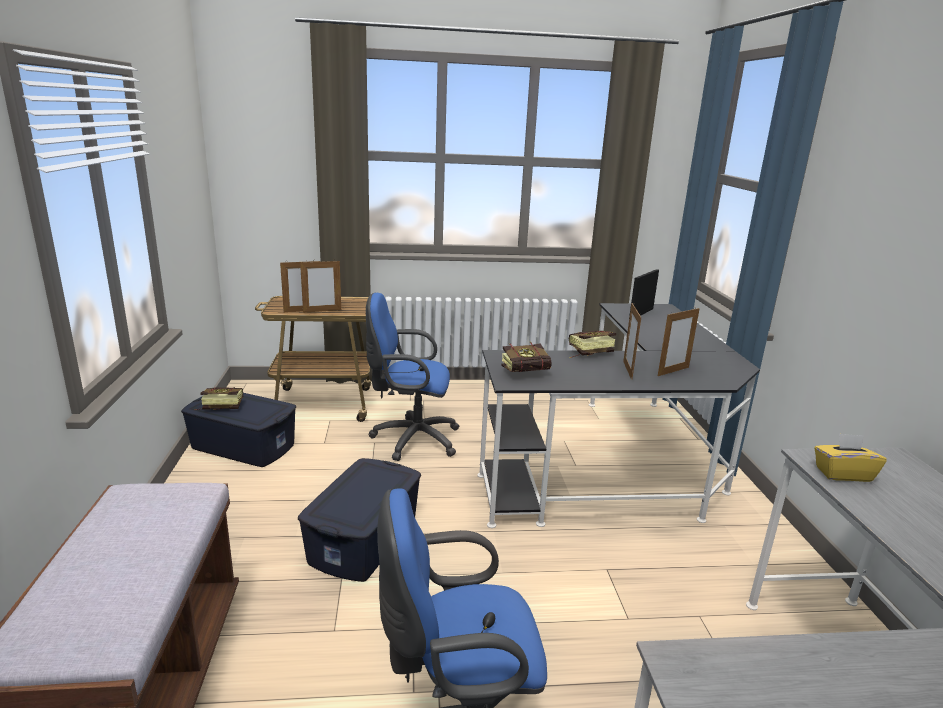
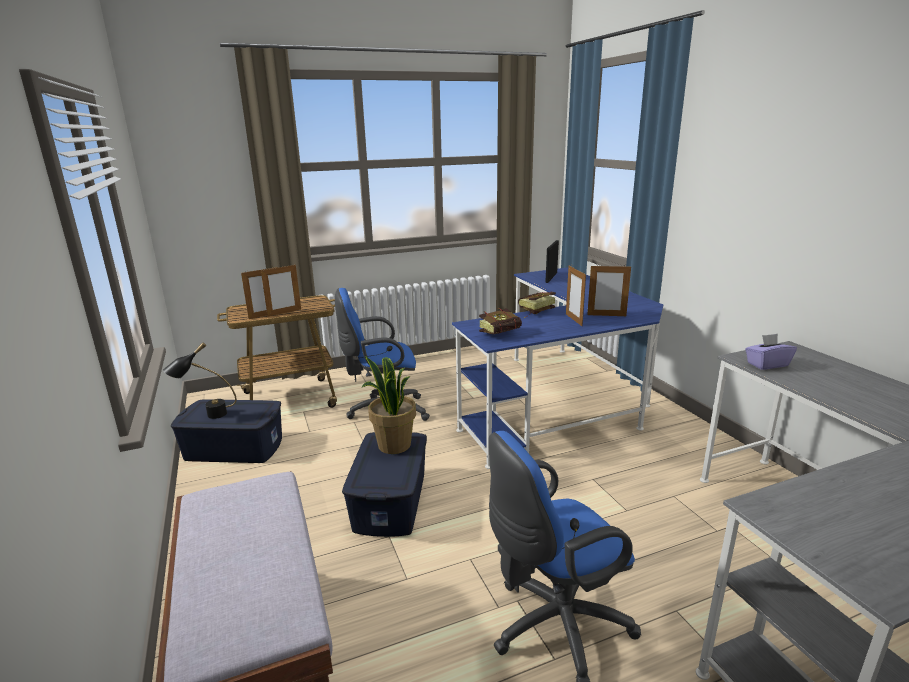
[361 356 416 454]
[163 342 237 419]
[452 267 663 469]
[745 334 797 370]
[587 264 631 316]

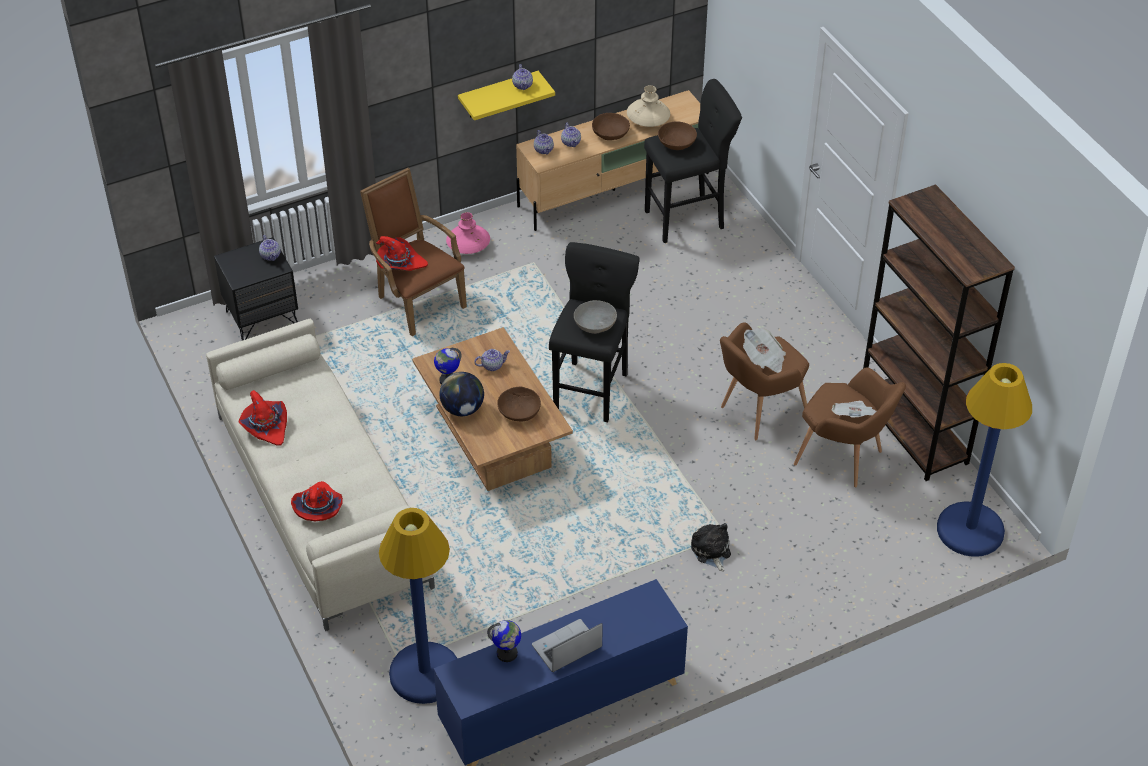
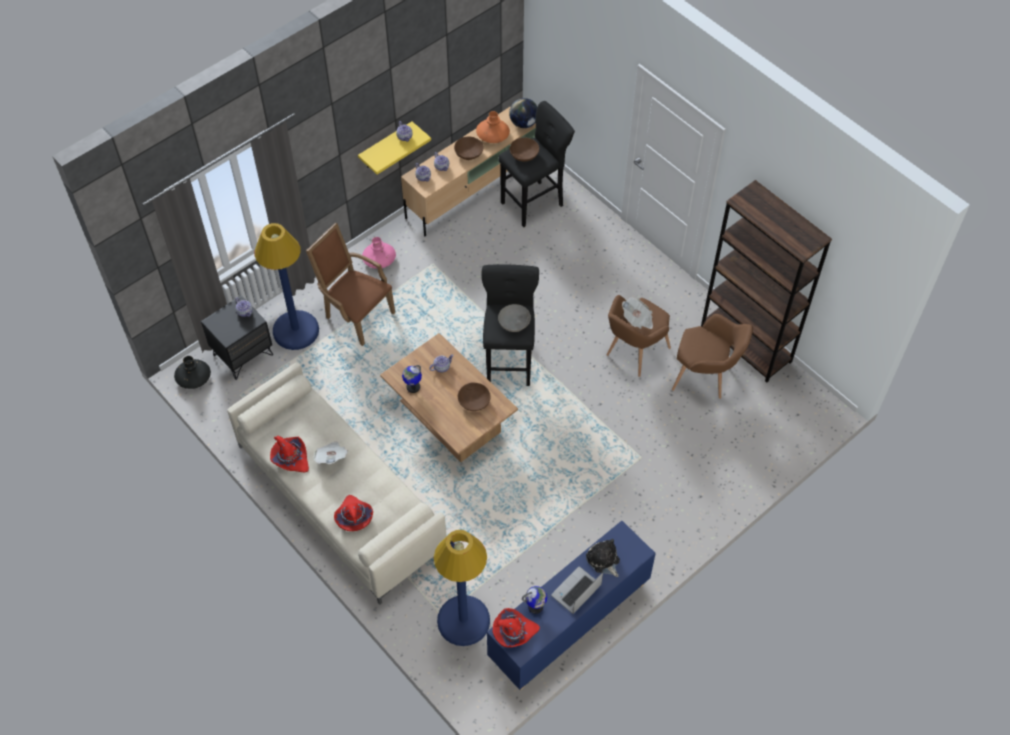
[174 356 211 389]
[493 608 540 647]
[509 98 537 128]
[586 539 620 577]
[313 441 348 465]
[255 223 319 350]
[476 111 510 143]

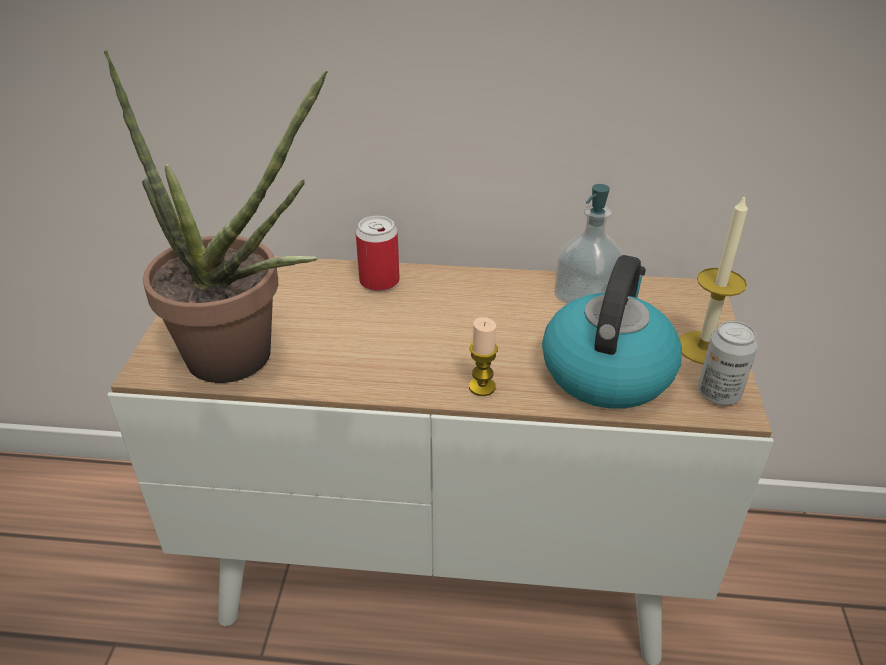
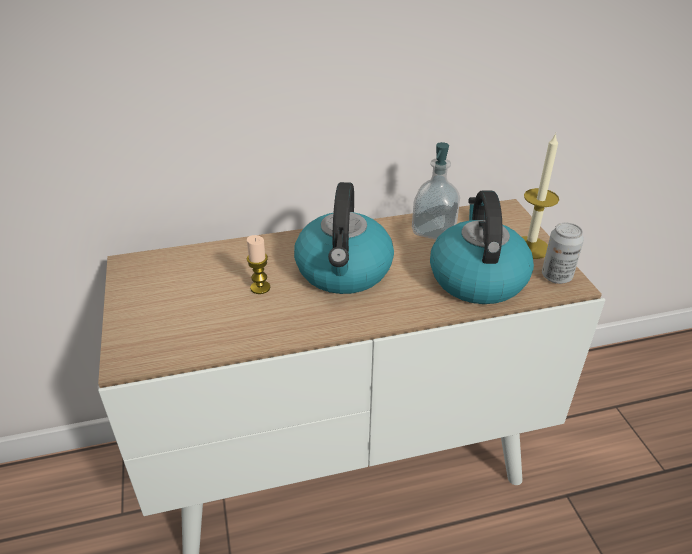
[104 49 328 383] (first image)
[356 216 400 291] (first image)
[294 182 394 294]
[247 235 270 294]

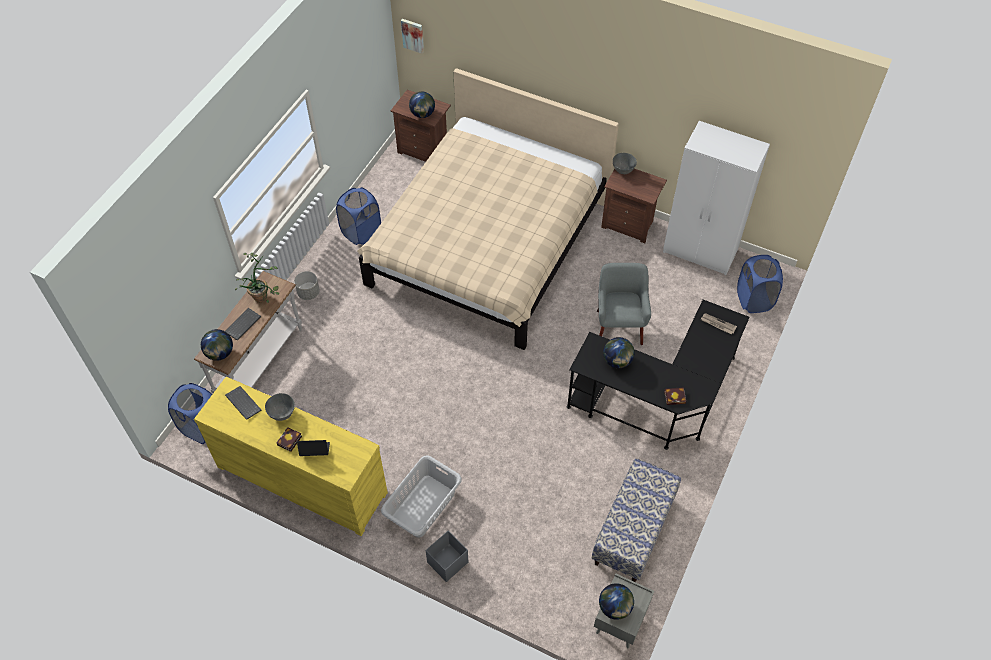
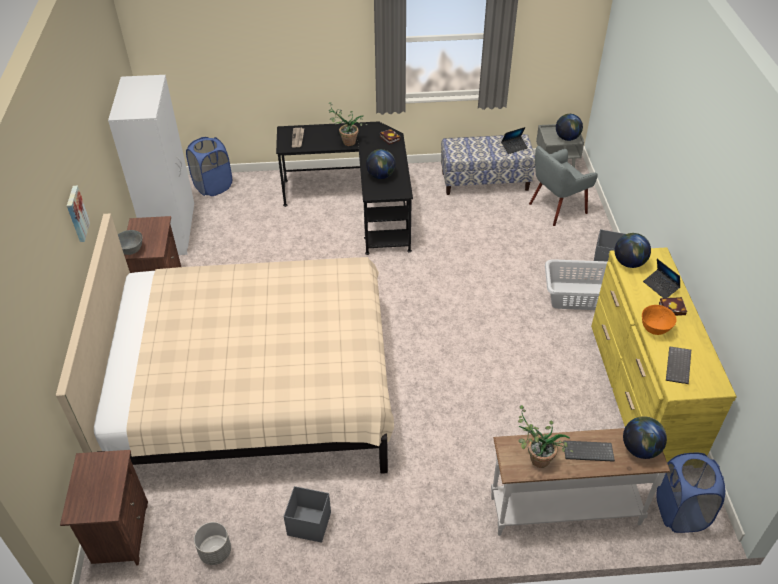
[329 102 367 146]
[501 127 528 154]
[194 522 231 565]
[67 186 90 242]
[615 233 651 268]
[529 146 598 226]
[284 486 331 543]
[642 305 677 335]

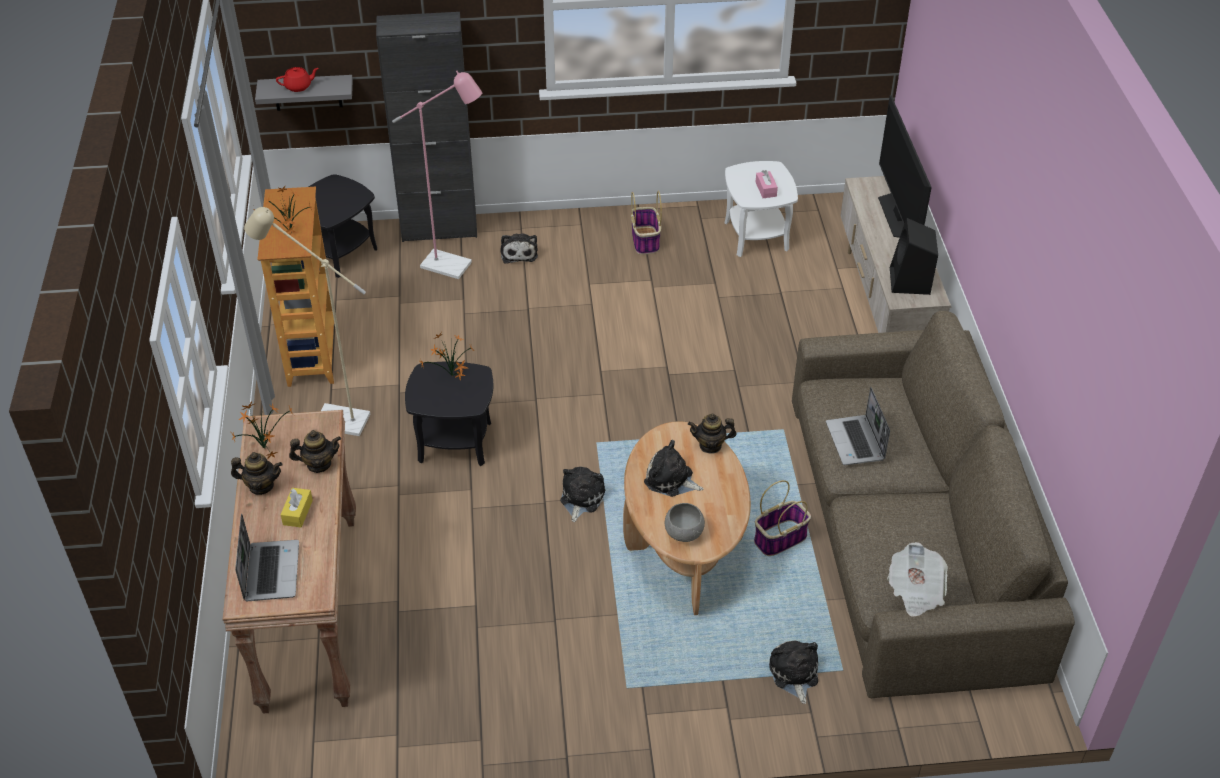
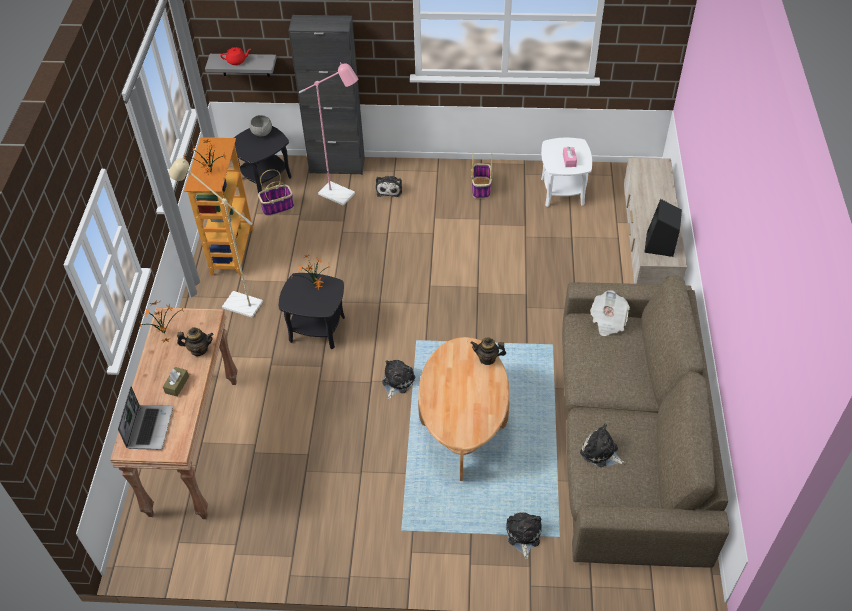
[231 452 283 495] (first image)
[826 387 890 465] (first image)
[878 95 932 238] (first image)
[580 424 625 467]
[250 115 272 137]
[258 169 294 216]
[590 290 630 336]
[163 367 189 397]

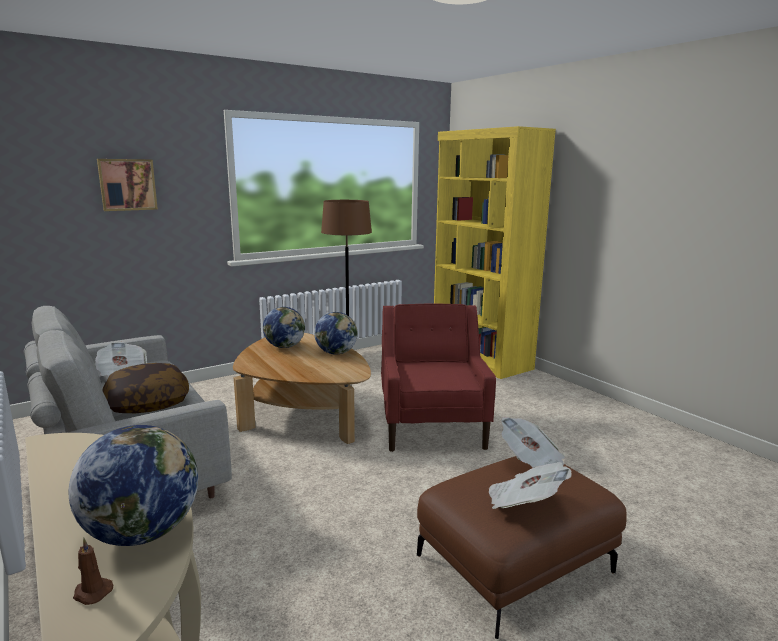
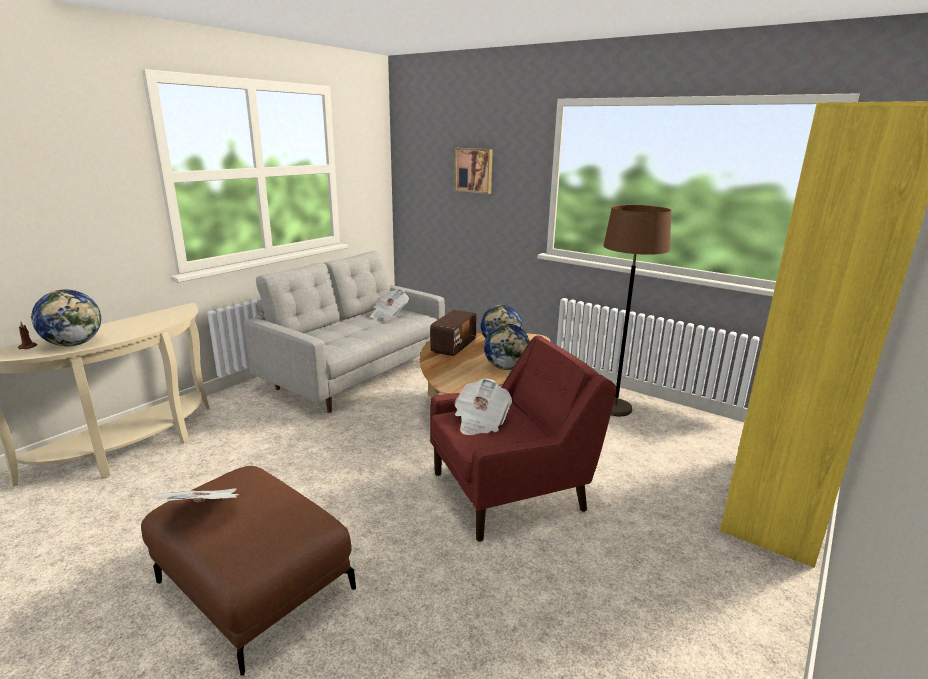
[102 363 189 413] (first image)
[430 310 477 356]
[455 378 512 435]

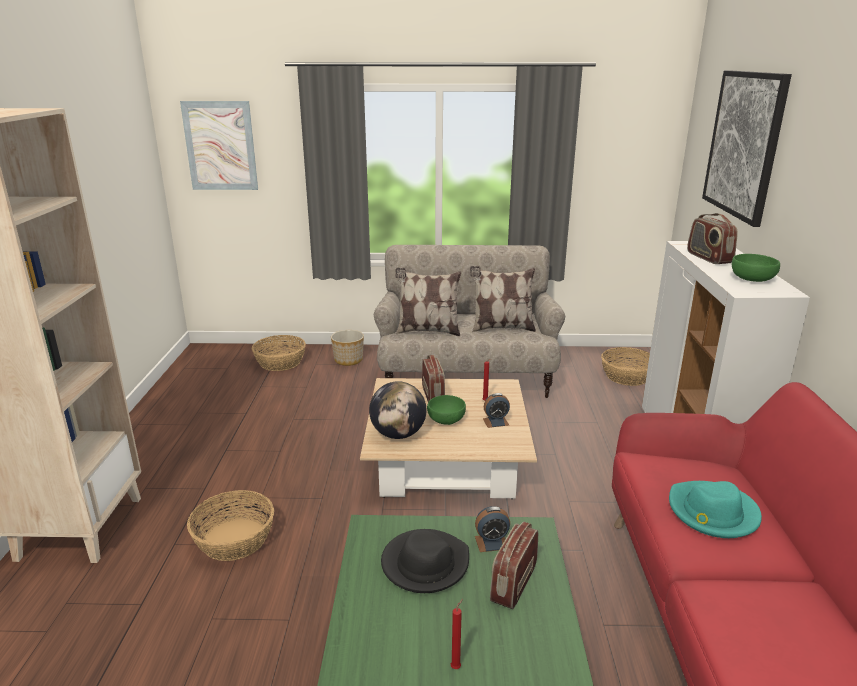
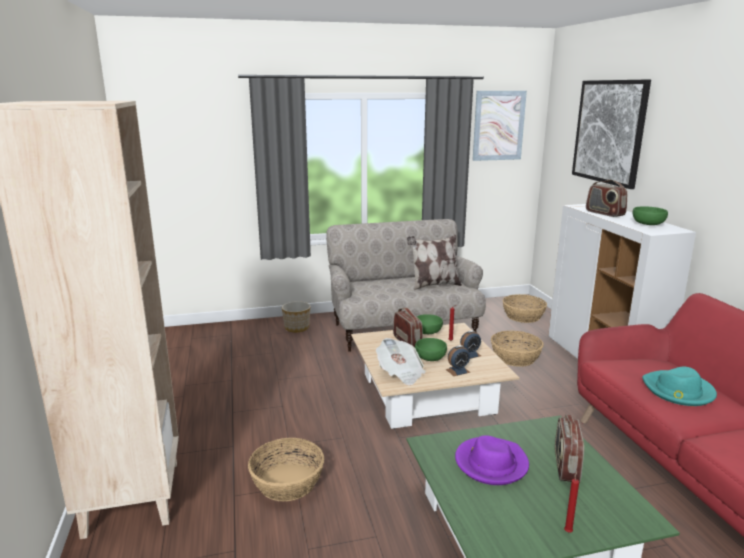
[395 267 461 336] (first image)
[417 314 443 334]
[472 91 527 161]
[491 330 544 367]
[446 345 470 376]
[376 338 426 386]
[455 436 529 485]

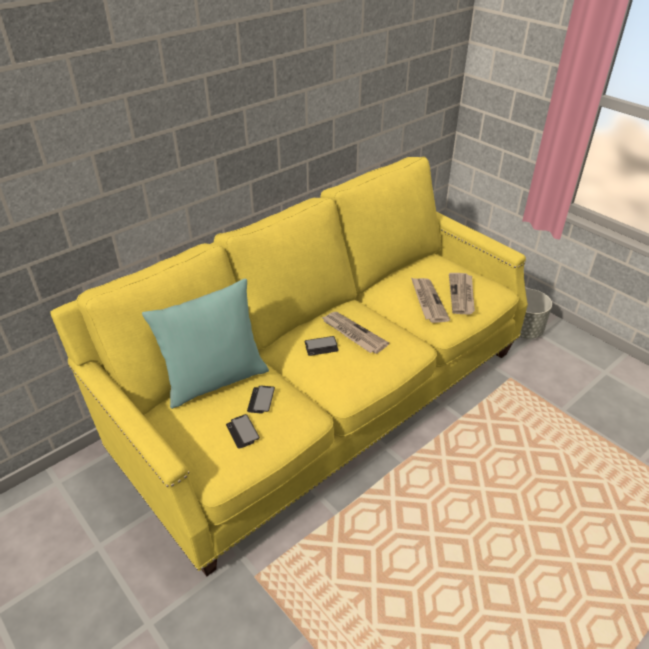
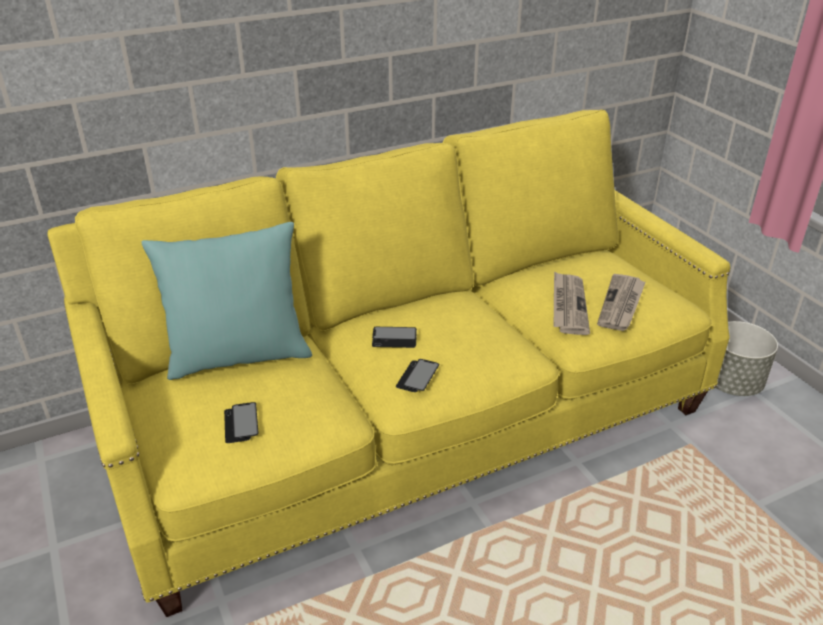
[321 312 389 354] (first image)
[396 359 439 392]

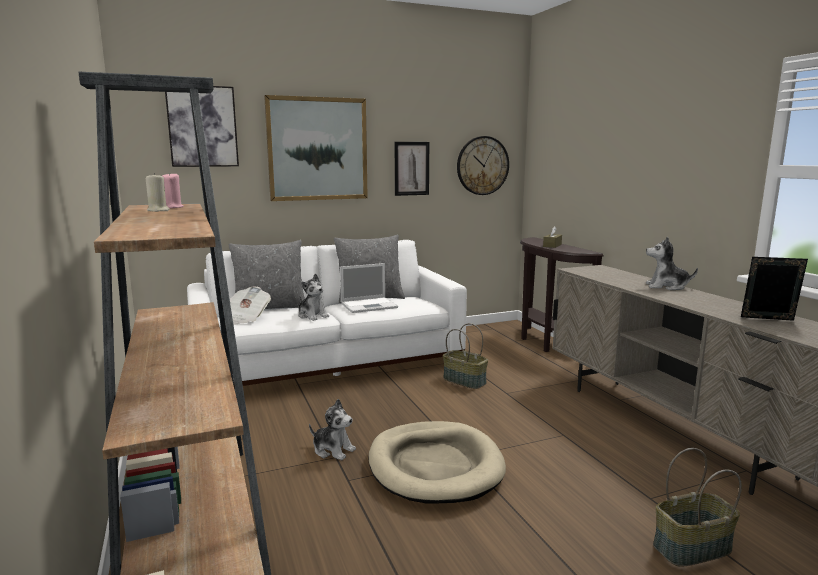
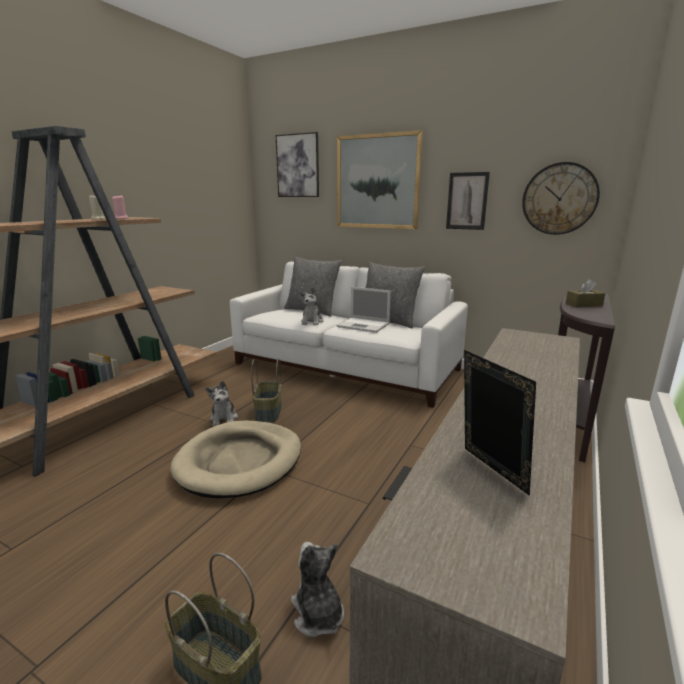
[230 286 271 325] (first image)
[251 359 282 423]
[291 542 344 637]

